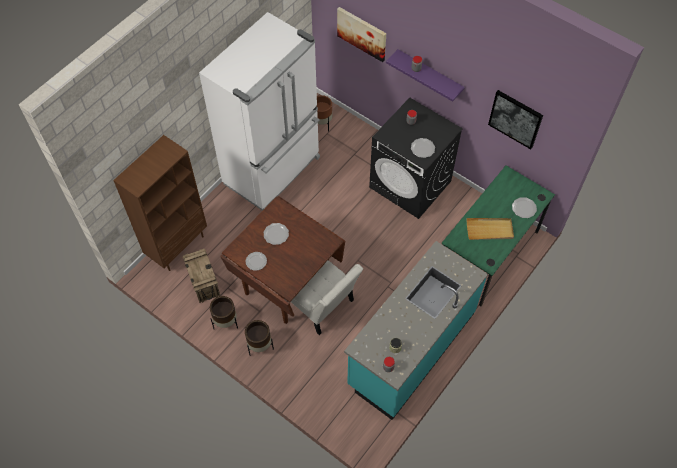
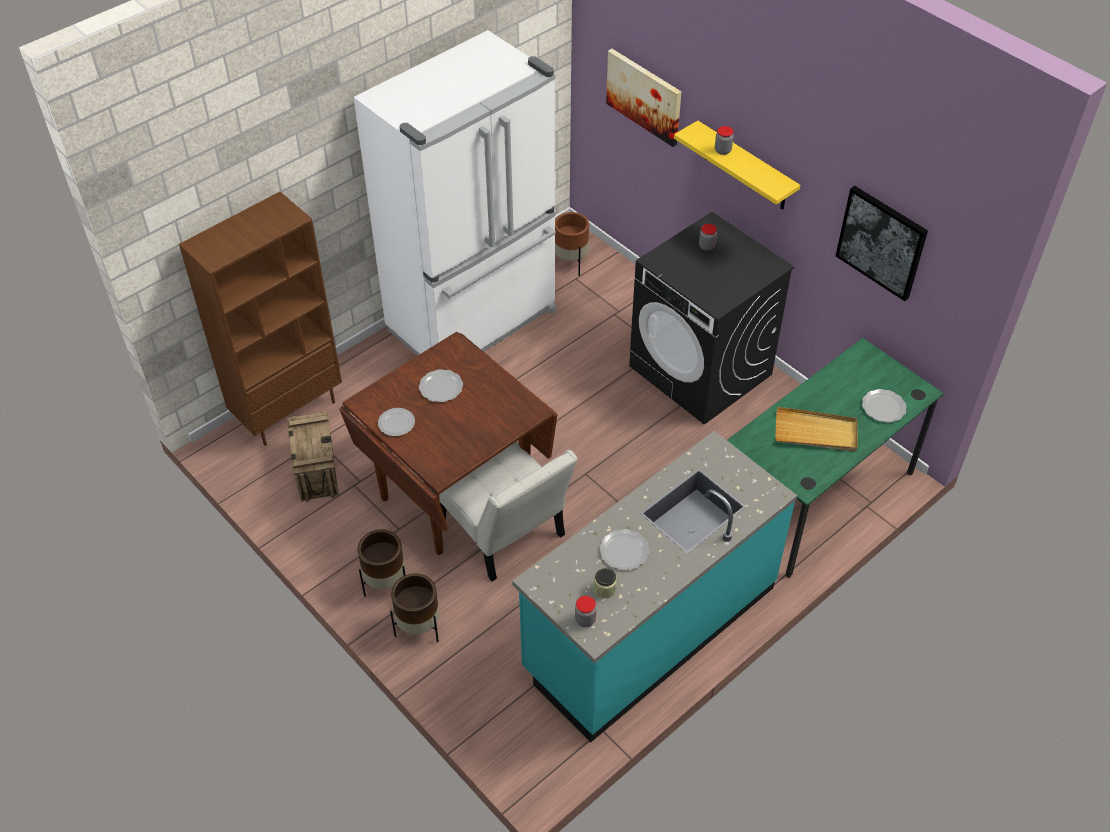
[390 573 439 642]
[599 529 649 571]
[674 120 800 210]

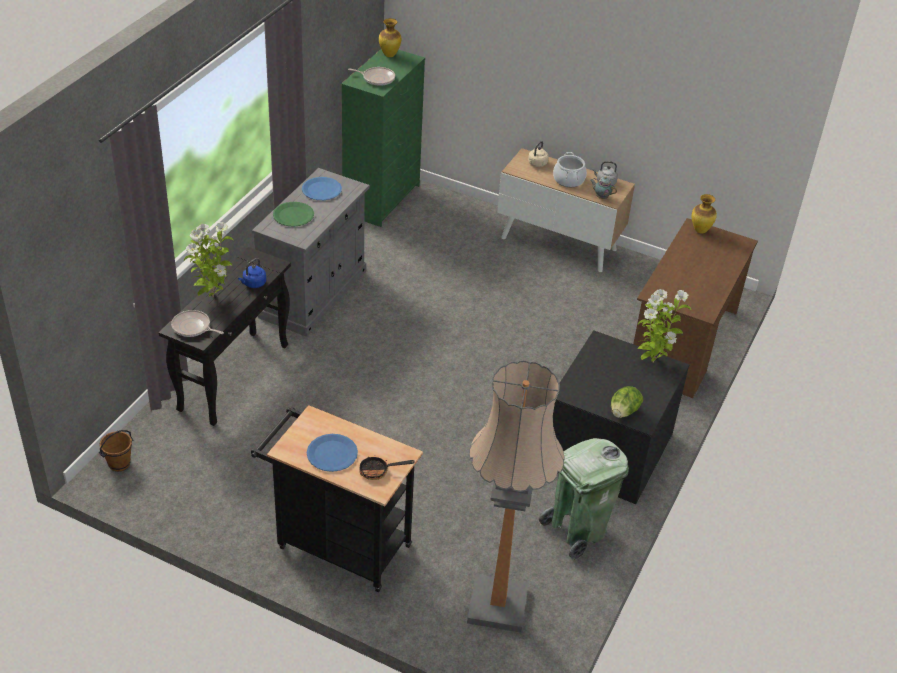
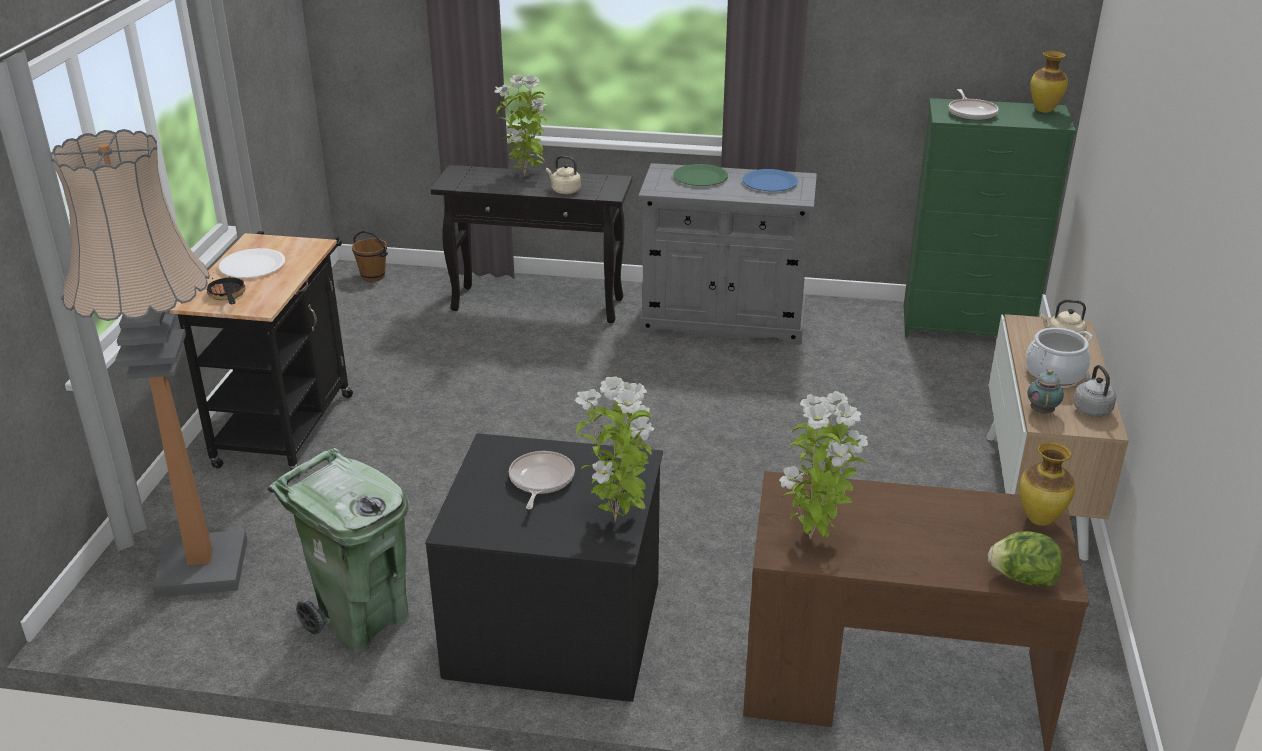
[779 391 868 539]
[509 451 575 509]
[988 531 1062 587]
[546 156 581 194]
[219 248 285 278]

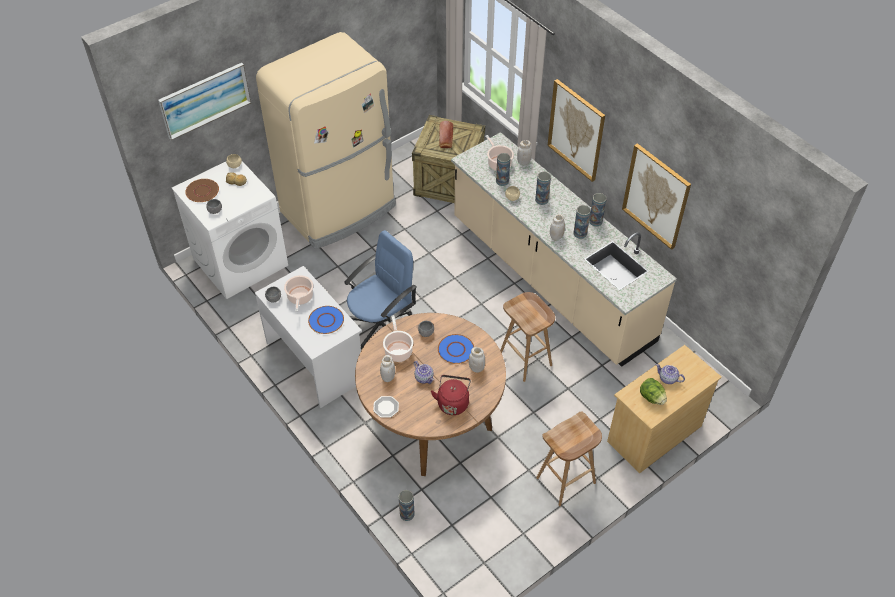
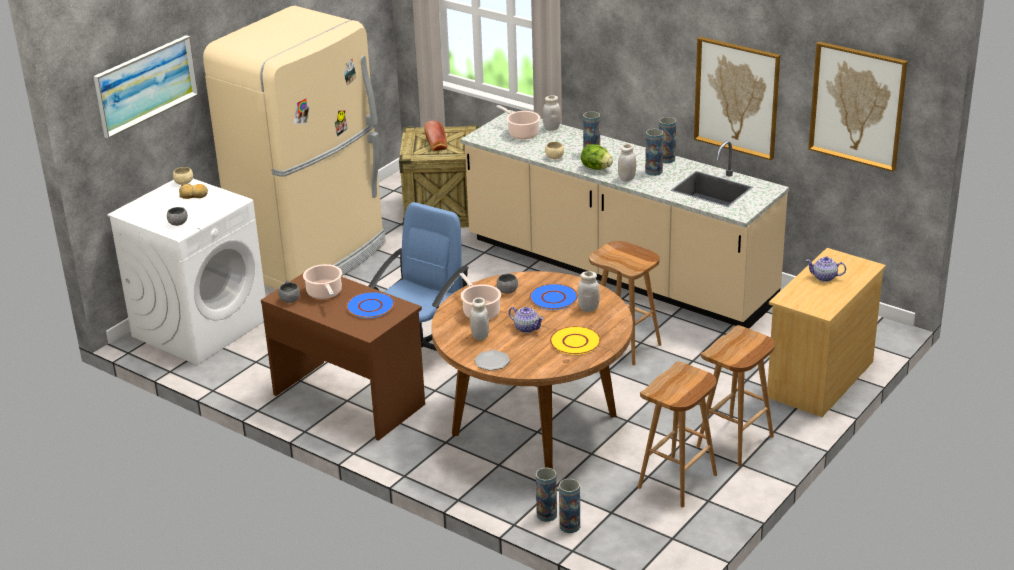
[185 179 219 202] (first image)
[638 361 717 508]
[559 479 580 533]
[808 41 908 172]
[581 144 613 170]
[550 326 601 355]
[261 274 425 441]

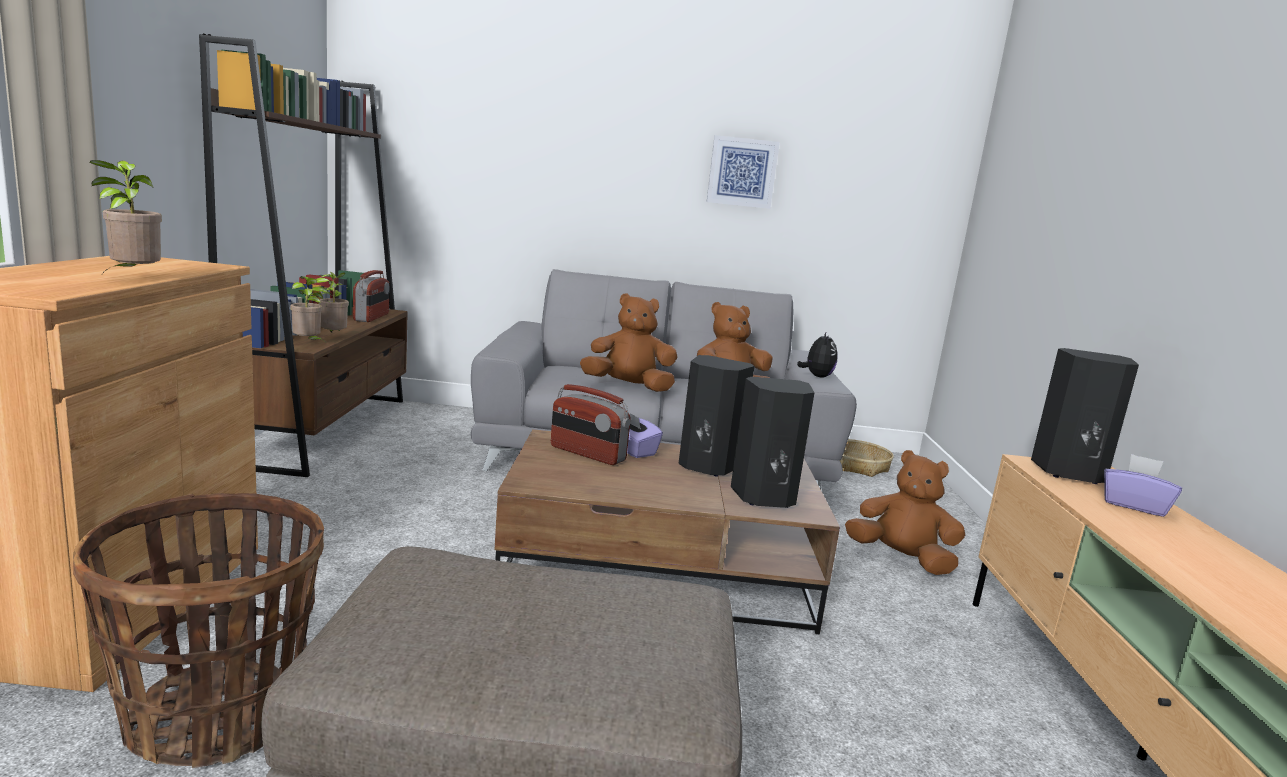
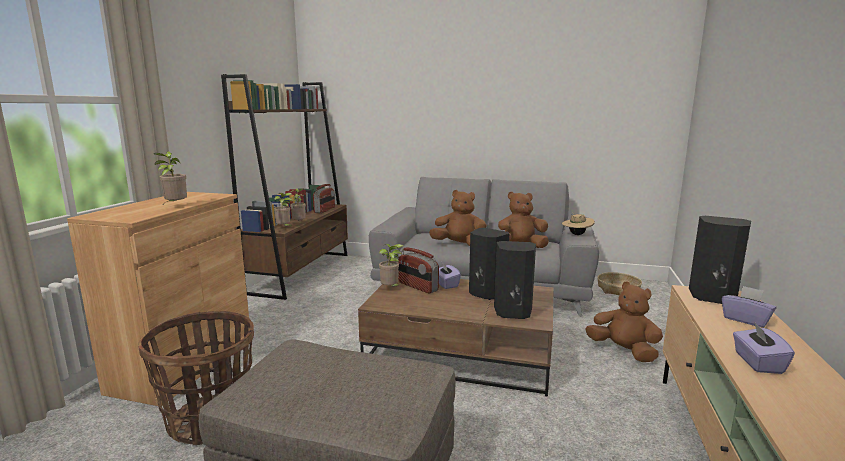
[707 135 780 209] (first image)
[379 244 403 287]
[733 322 795 374]
[562 213 595 235]

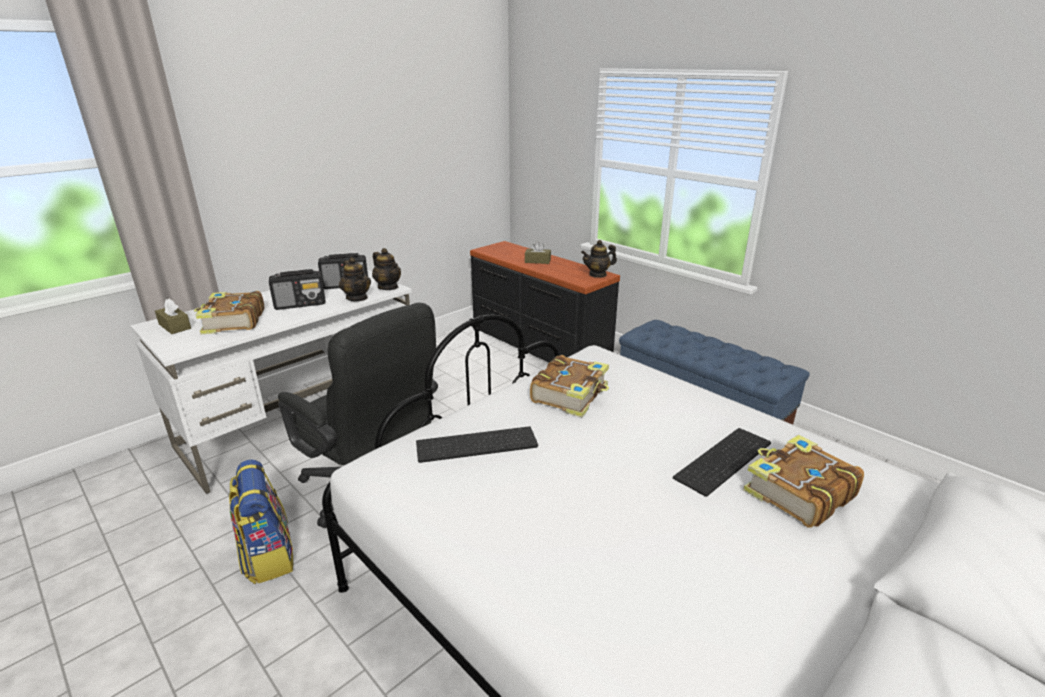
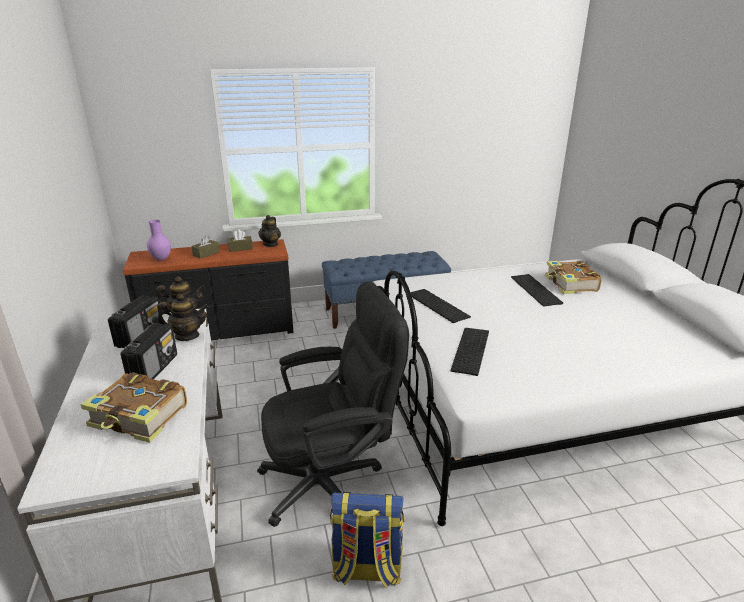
[147 220 171 260]
[227 229 253 252]
[410 289 471 323]

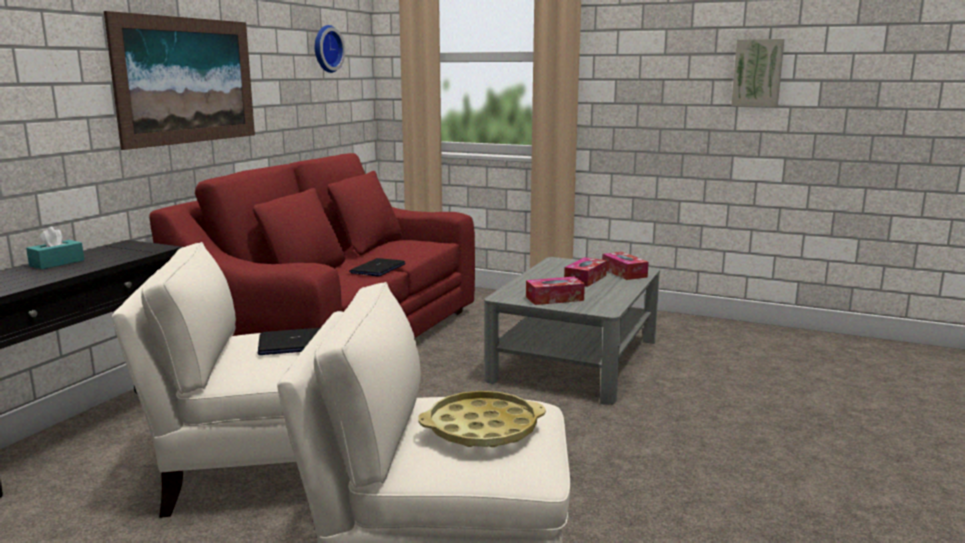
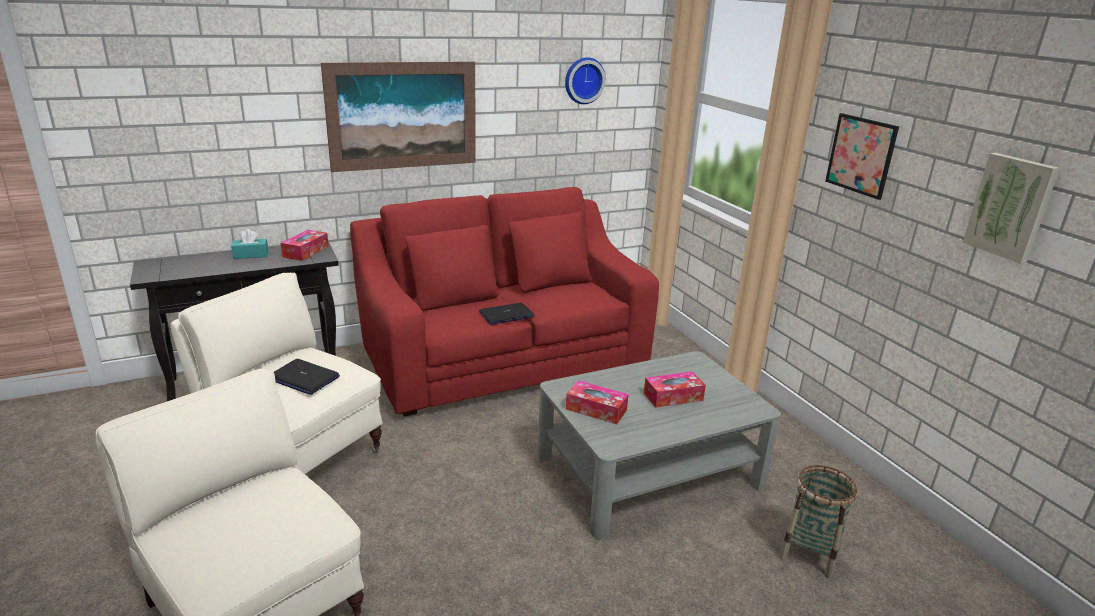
[418 391 546 447] (first image)
[779 465 857 578]
[825 113 899 200]
[281 230 329 261]

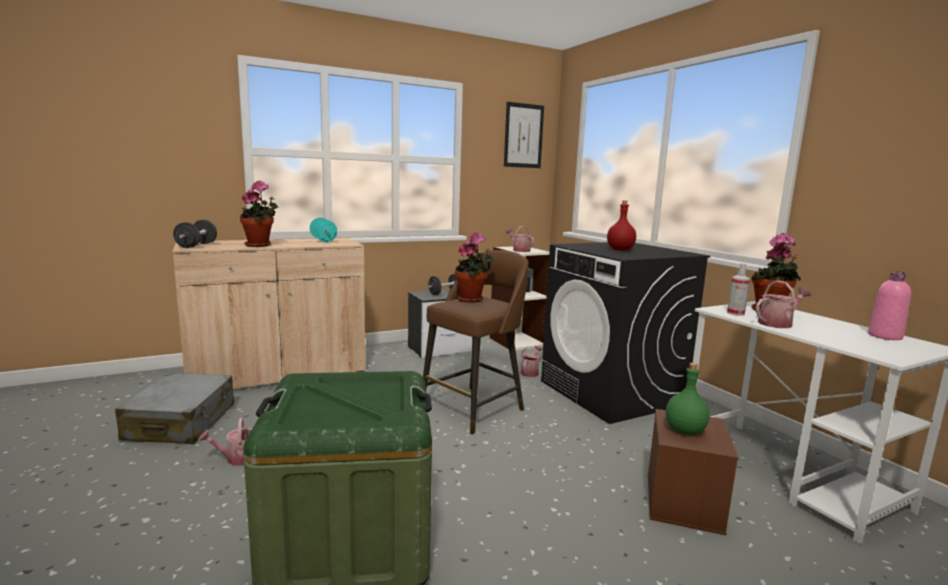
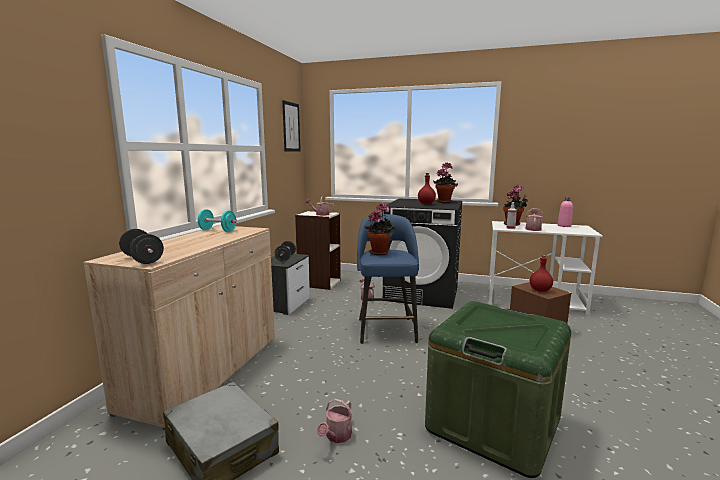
[433 162 458 203]
[357 214 419 344]
[530 255 553 292]

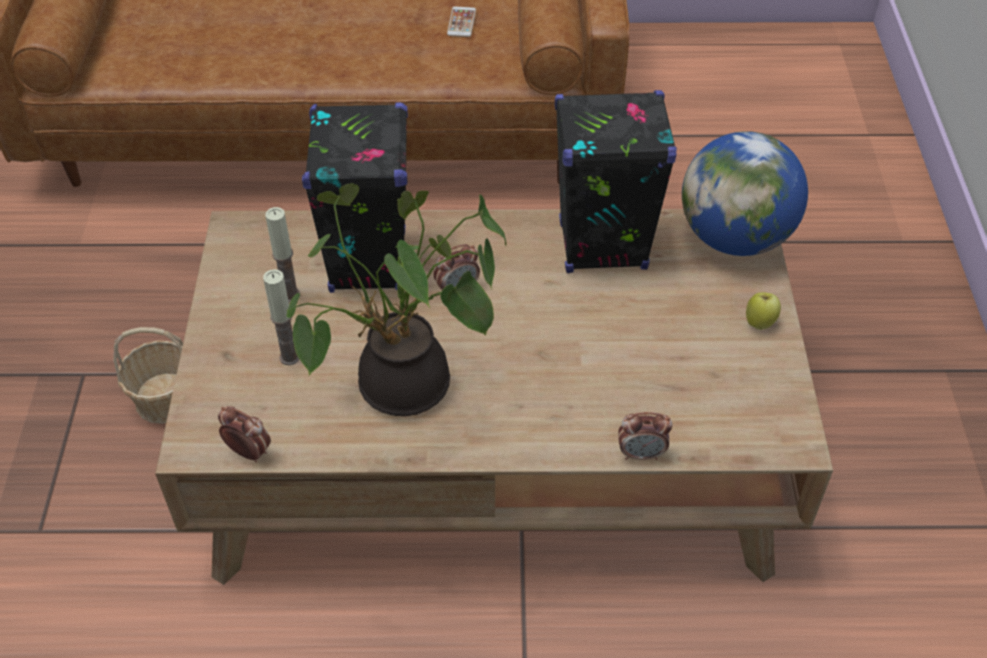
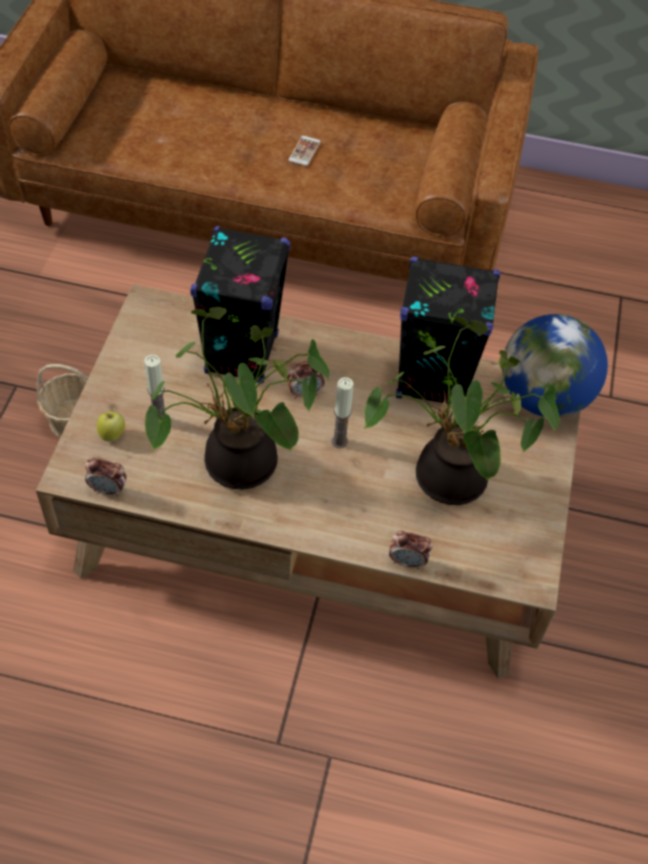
[364 316 560 505]
[332 377 353 448]
[289 136 321 166]
[97 411 125 441]
[85 458 127 497]

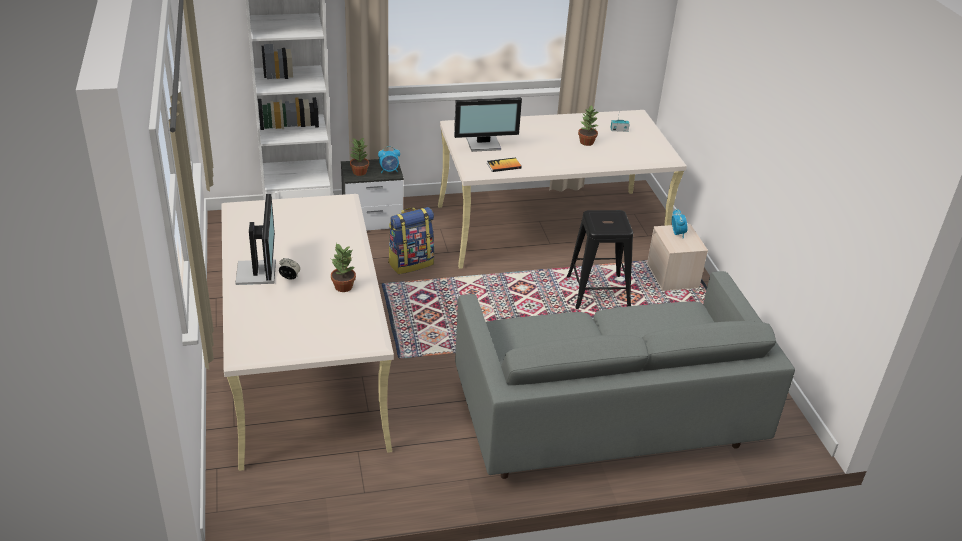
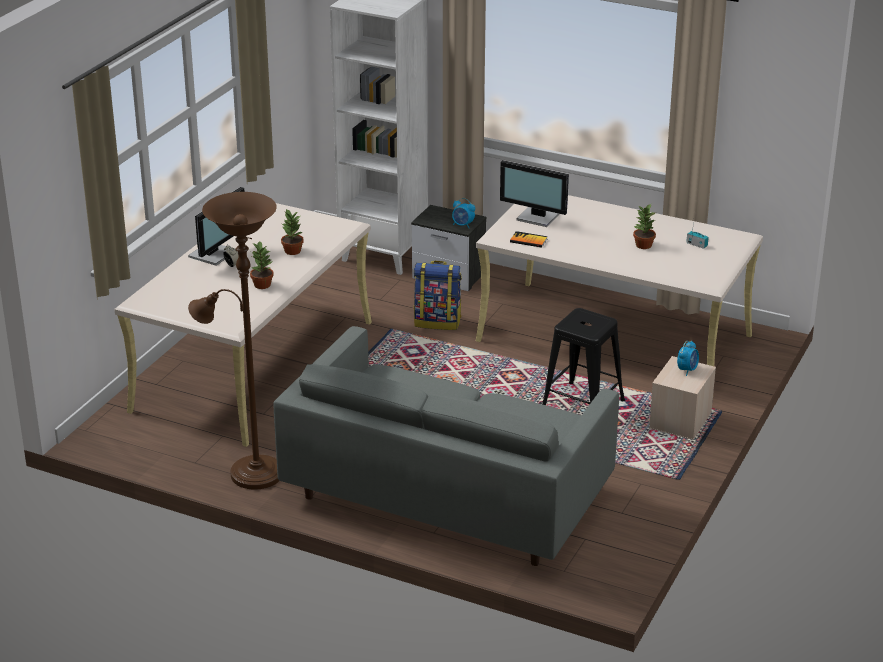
[188 192 279 490]
[281 209 304 255]

